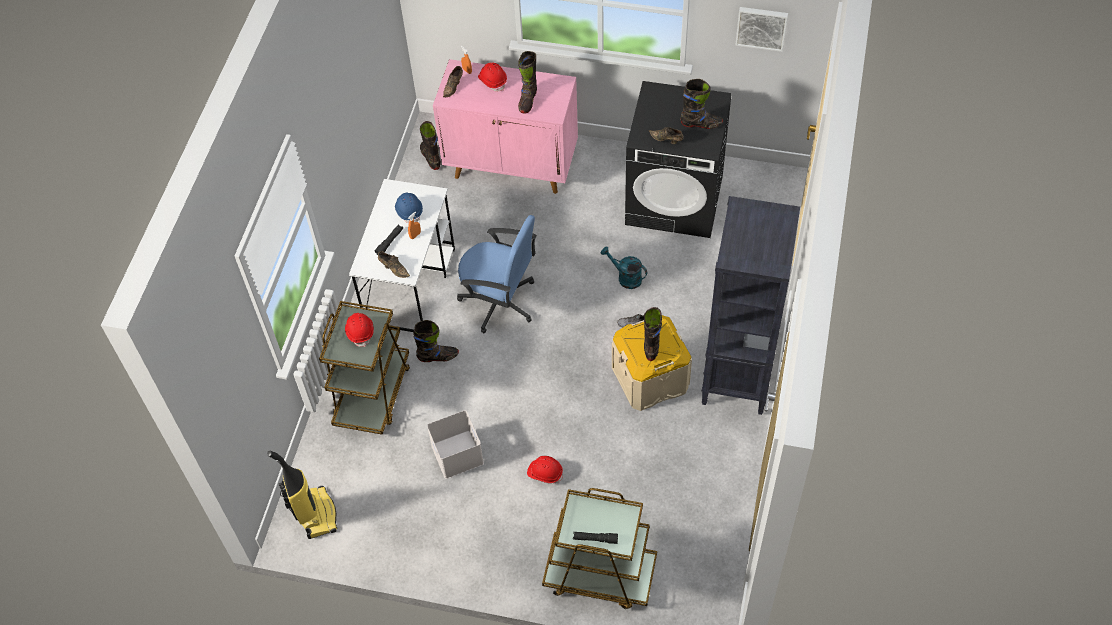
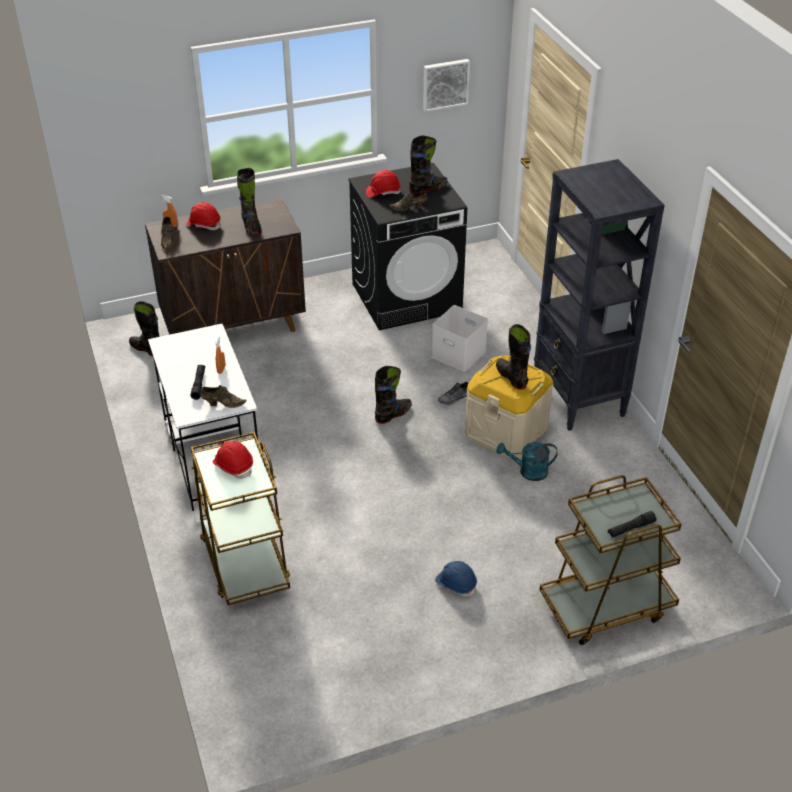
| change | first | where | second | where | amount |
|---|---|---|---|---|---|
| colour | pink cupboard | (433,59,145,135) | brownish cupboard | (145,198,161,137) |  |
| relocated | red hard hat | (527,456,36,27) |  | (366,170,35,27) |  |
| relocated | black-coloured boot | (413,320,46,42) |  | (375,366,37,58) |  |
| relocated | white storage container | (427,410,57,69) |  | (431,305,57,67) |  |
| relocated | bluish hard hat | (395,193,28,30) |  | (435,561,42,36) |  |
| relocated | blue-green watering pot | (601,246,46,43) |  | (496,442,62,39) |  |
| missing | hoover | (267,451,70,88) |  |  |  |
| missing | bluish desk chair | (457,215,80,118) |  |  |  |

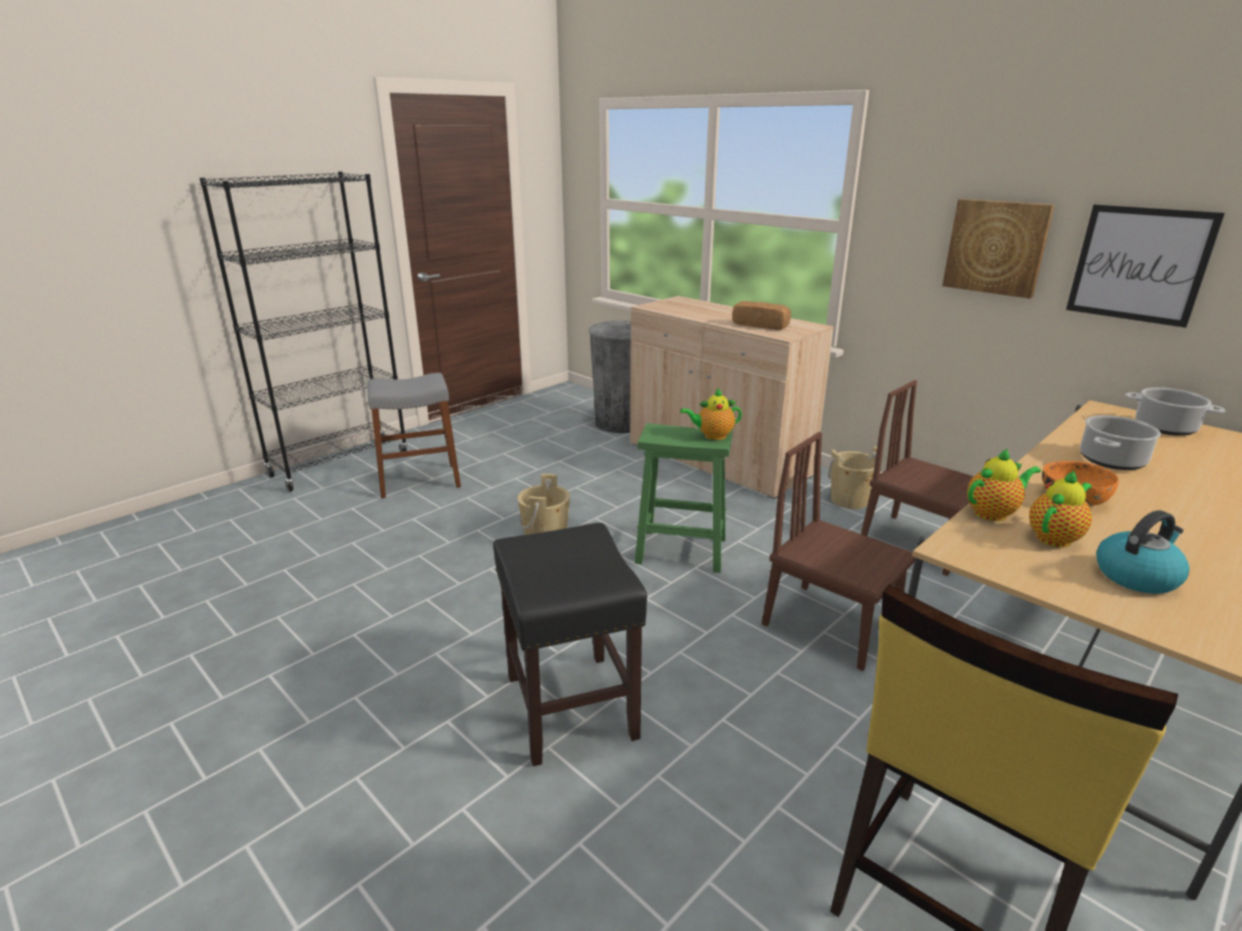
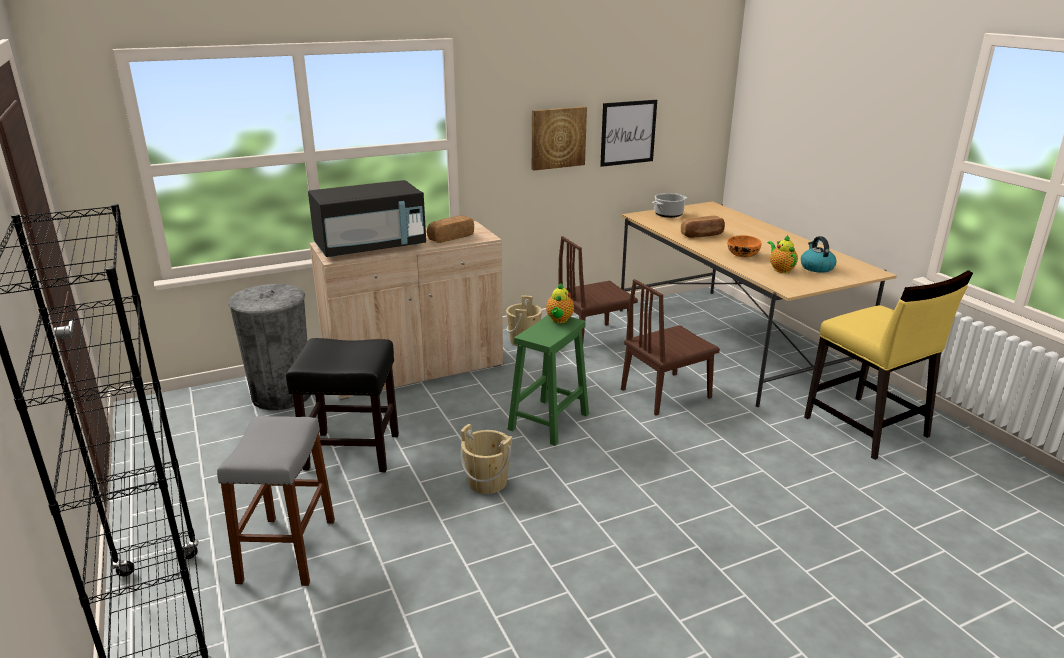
| change | first | where | second | where | amount |
|---|---|---|---|---|---|
| relocated | black-coloured sitting stool | (493,523,154,243) |  | (286,338,113,134) |  |
| appeared |  |  | black-coloured microwave | (308,180,118,77) |  |
| exchanged | stockpot | (1080,415,81,55) | bread | (681,215,44,23) |  |
| missing | teapot | (967,449,74,72) |  |  |  |

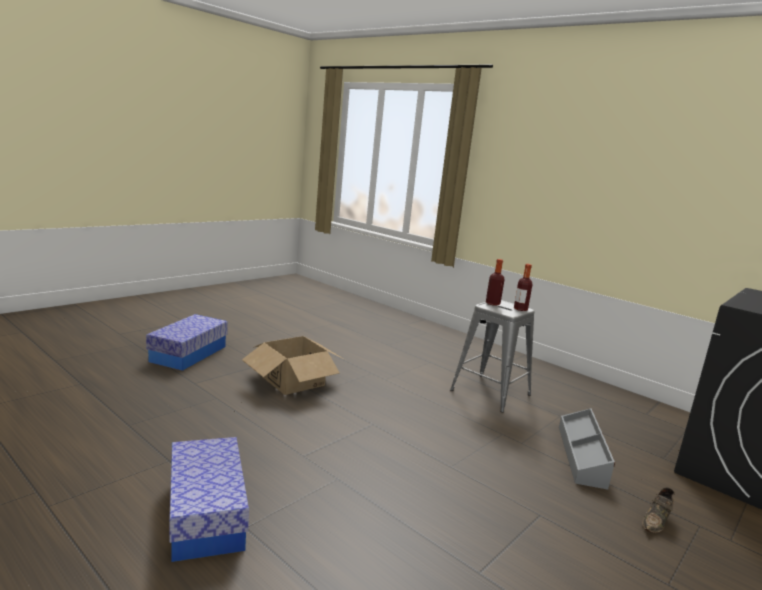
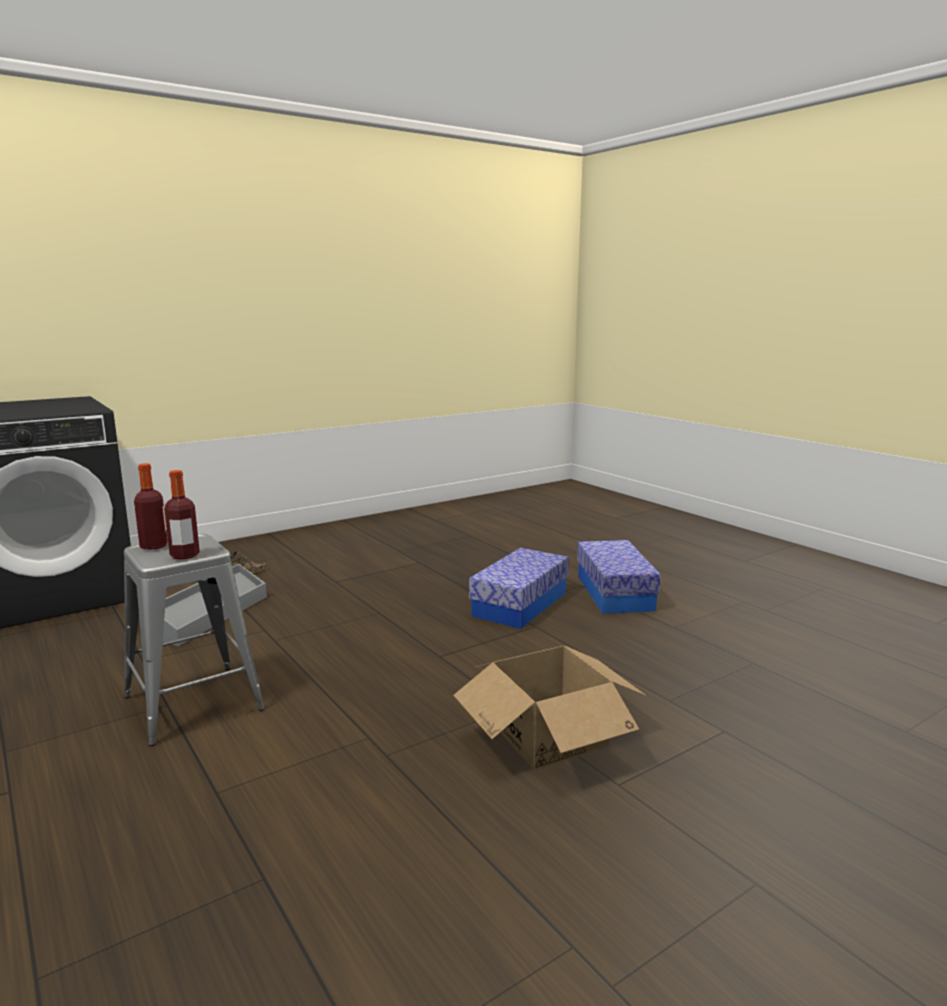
| change | first | where | second | where | amount |
|---|---|---|---|---|---|
| relocated | storage container | (146,314,82,57) |  | (469,548,100,81) |  |

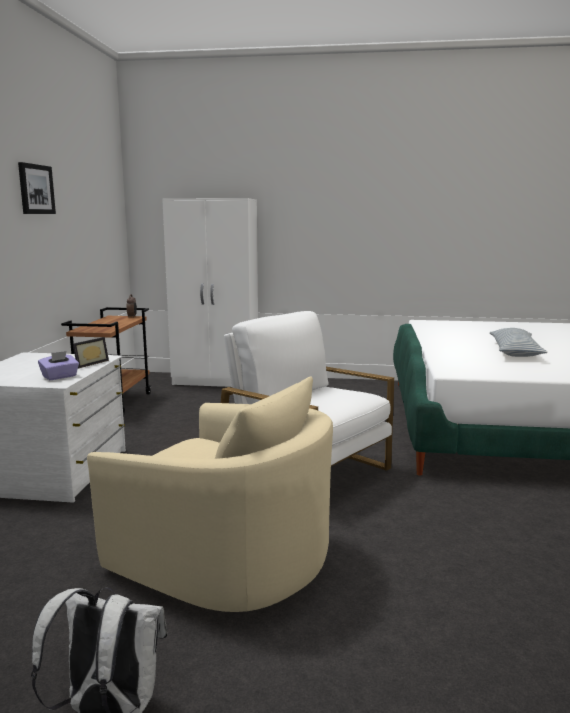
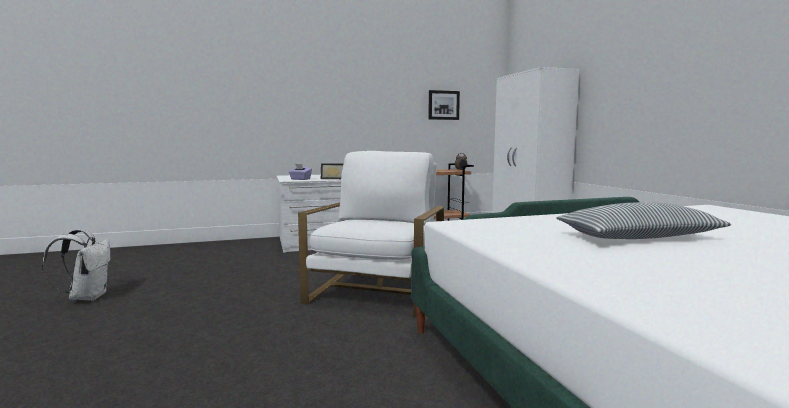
| change | first | where | second | where | amount |
|---|---|---|---|---|---|
| relocated | wall picture | (18,162,38,52) |  | (428,90,32,30) |  |
| missing | beige armchair | (87,377,246,235) |  |  |  |

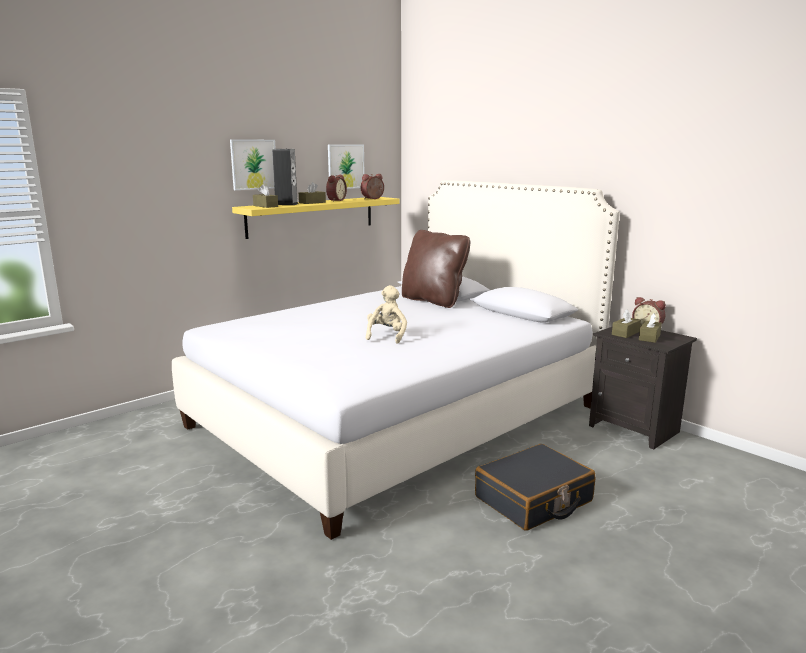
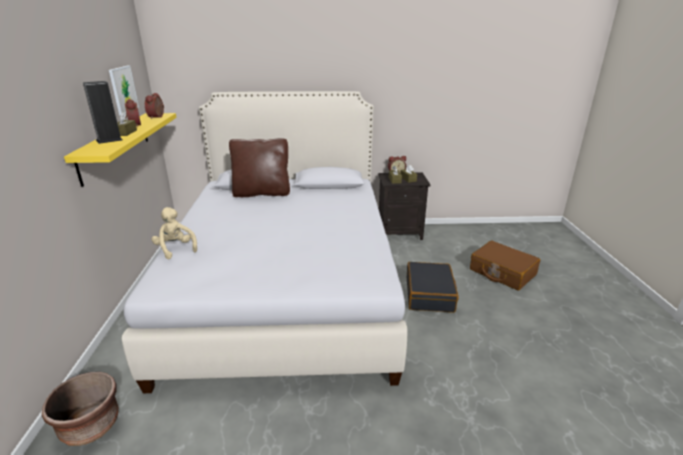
| change | first | where | second | where | amount |
|---|---|---|---|---|---|
| appeared |  |  | brownish flower pot | (42,372,76,74) |  |
| relocated | beige soft toy | (366,285,41,59) |  | (152,207,45,52) |  |
| appeared |  |  | brownish travel case | (470,241,70,50) |  |
| missing | wall picture | (230,139,46,51) |  |  |  |
| missing | brownish tissue holder | (253,184,25,24) |  |  |  |

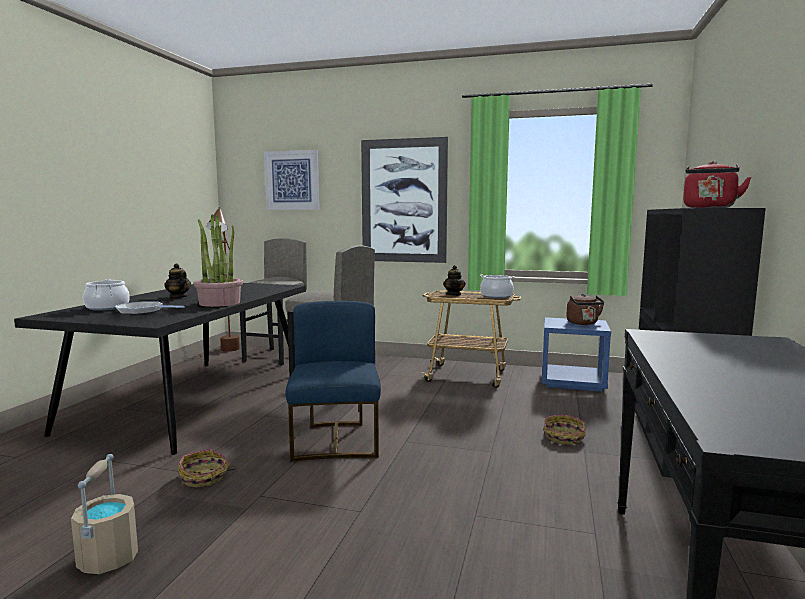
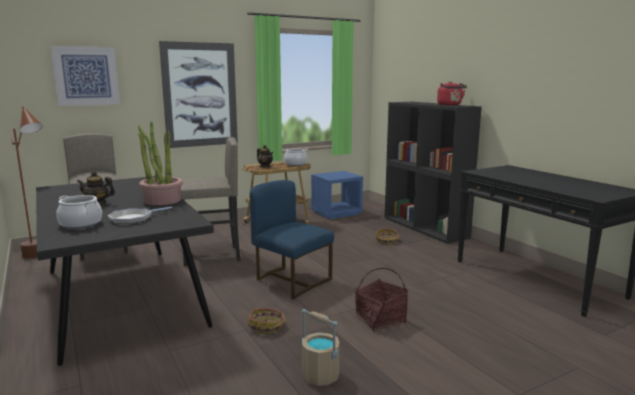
| change | first | where | second | where | amount |
|---|---|---|---|---|---|
| appeared |  |  | household basket | (355,268,53,63) |  |
| missing | brownish water kettle | (566,294,38,31) |  |  |  |

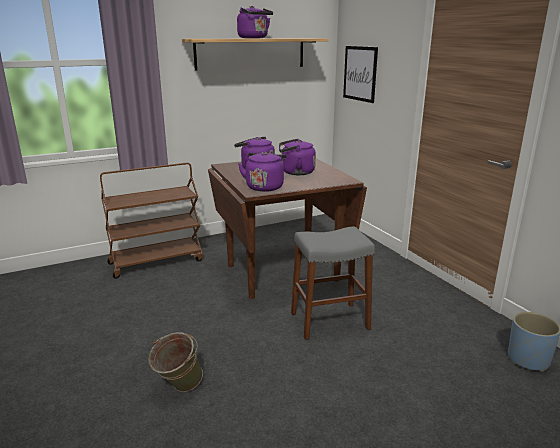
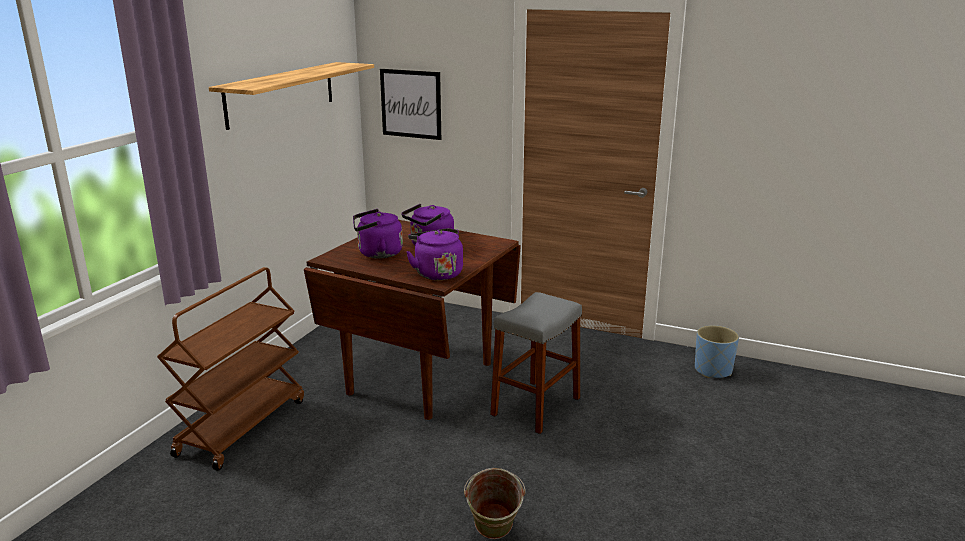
| change | first | where | second | where | amount |
|---|---|---|---|---|---|
| missing | purple water kettle | (237,6,36,33) |  |  |  |

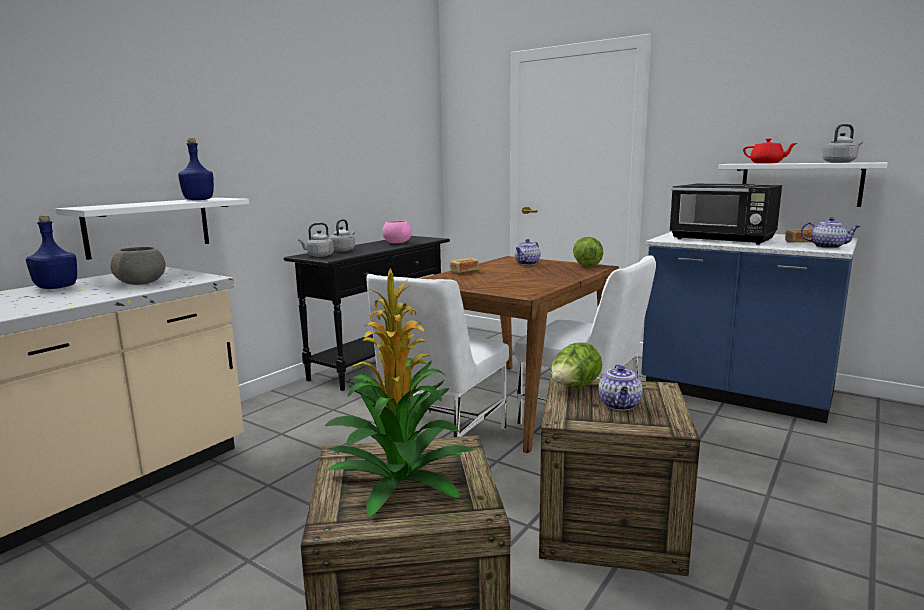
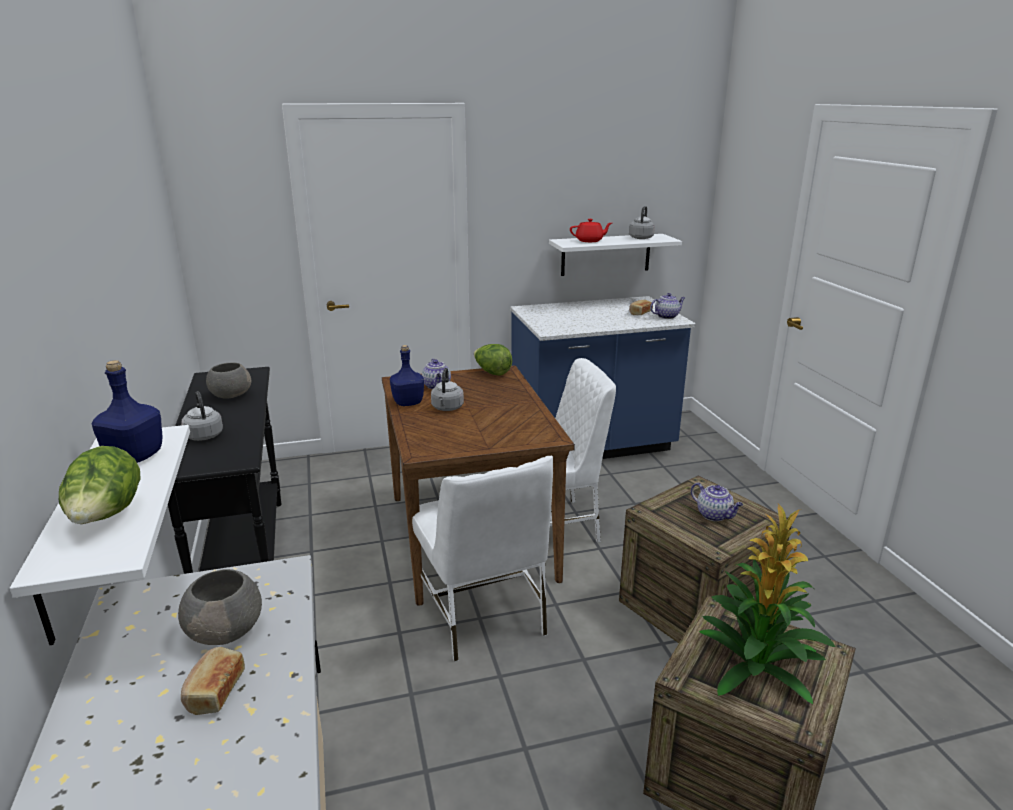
| change | first | where | second | where | amount |
|---|---|---|---|---|---|
| relocated | lettuce | (551,342,51,45) |  | (59,446,82,78) |  |
| relocated | bread | (450,258,29,15) |  | (181,647,64,68) |  |
| colour | pink deep dish | (382,221,30,22) | grey deep dish | (206,363,46,36) |  |
| relocated | bluish beverage bottle | (26,216,51,73) |  | (390,345,34,61) |  |
| relocated | grey water kettle | (298,223,36,34) |  | (431,368,33,43) |  |
| missing | black-coloured microwave | (669,184,113,61) |  |  |  |

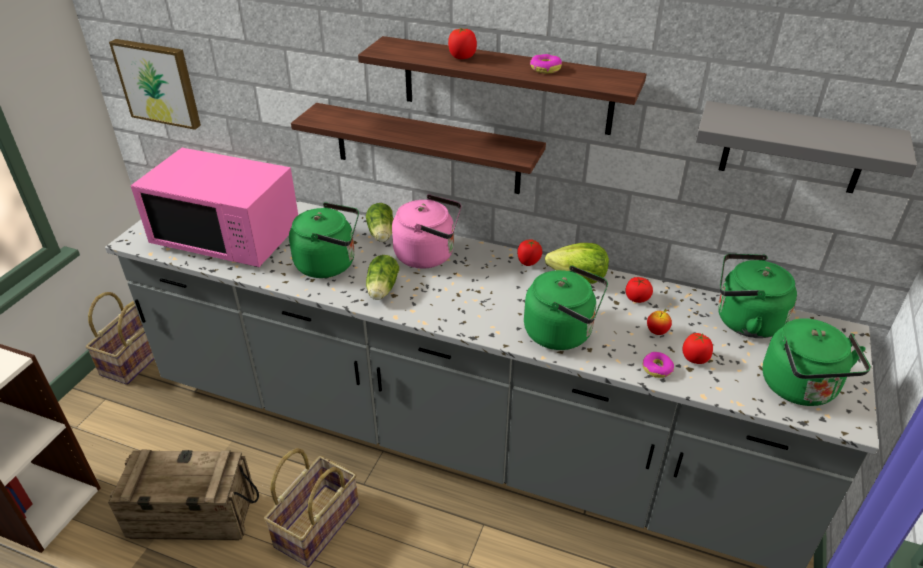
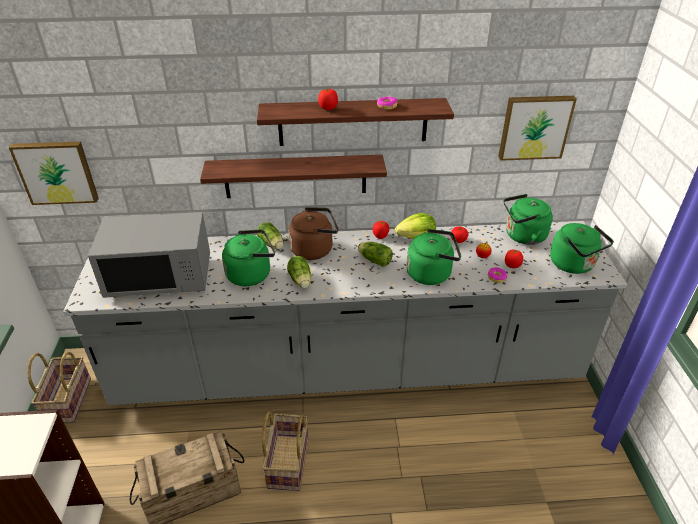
| change | first | where | second | where | amount |
|---|---|---|---|---|---|
| colour | pink microwave | (131,148,167,119) | grey microwave | (88,212,122,86) |  |
| colour | pink water kettle | (392,194,69,74) | brownish water kettle | (288,207,51,53) |  |
| appeared |  |  | lettuce | (358,242,35,25) |  |
| exchanged | grey wall shelf | (696,101,221,92) | wall picture | (498,96,79,65) |  |

